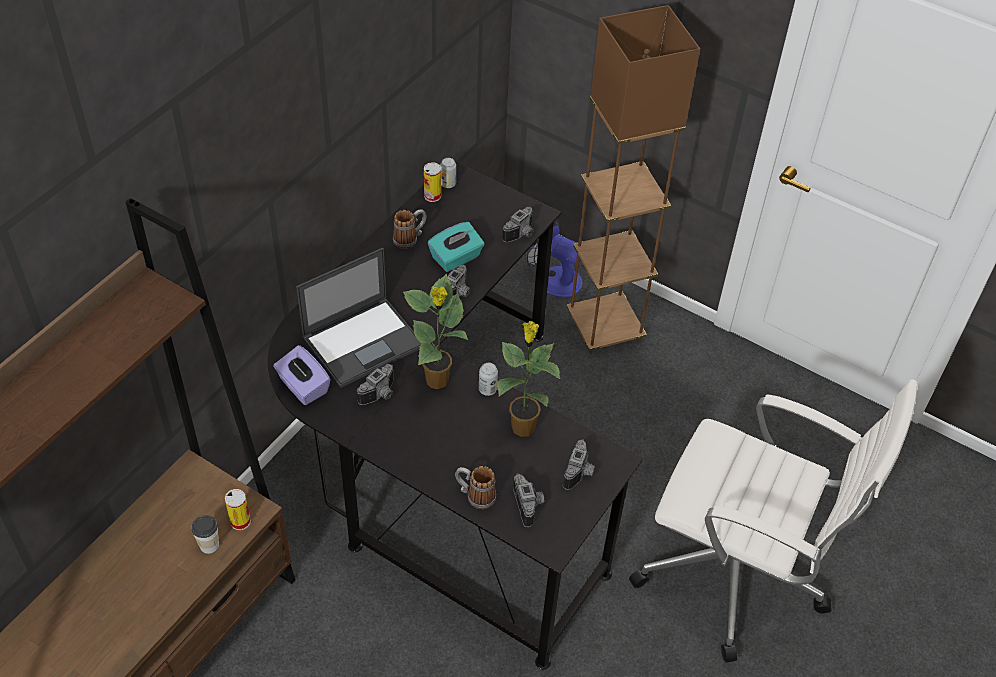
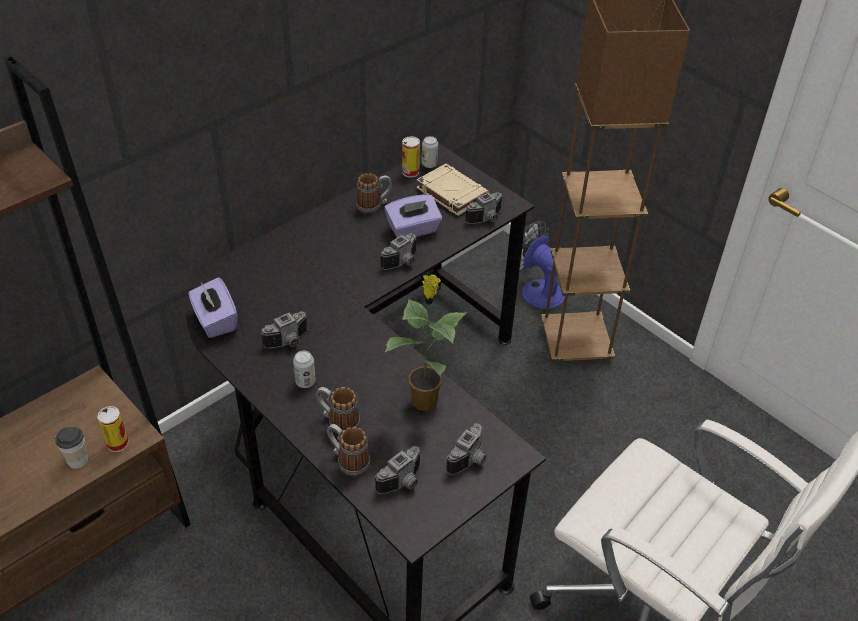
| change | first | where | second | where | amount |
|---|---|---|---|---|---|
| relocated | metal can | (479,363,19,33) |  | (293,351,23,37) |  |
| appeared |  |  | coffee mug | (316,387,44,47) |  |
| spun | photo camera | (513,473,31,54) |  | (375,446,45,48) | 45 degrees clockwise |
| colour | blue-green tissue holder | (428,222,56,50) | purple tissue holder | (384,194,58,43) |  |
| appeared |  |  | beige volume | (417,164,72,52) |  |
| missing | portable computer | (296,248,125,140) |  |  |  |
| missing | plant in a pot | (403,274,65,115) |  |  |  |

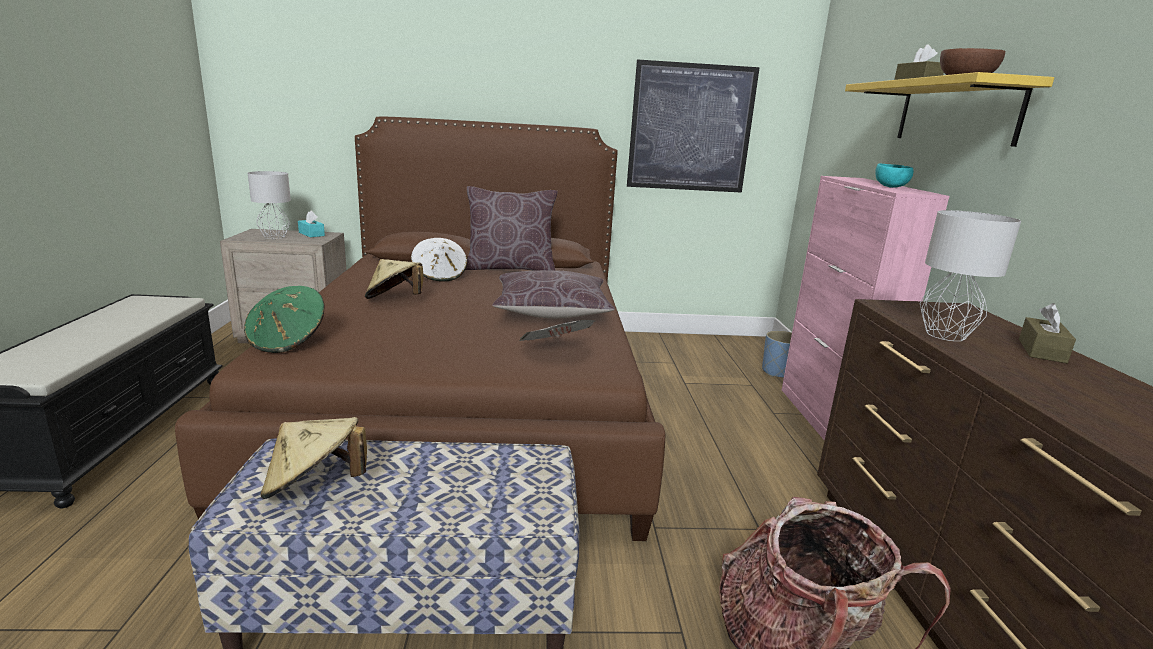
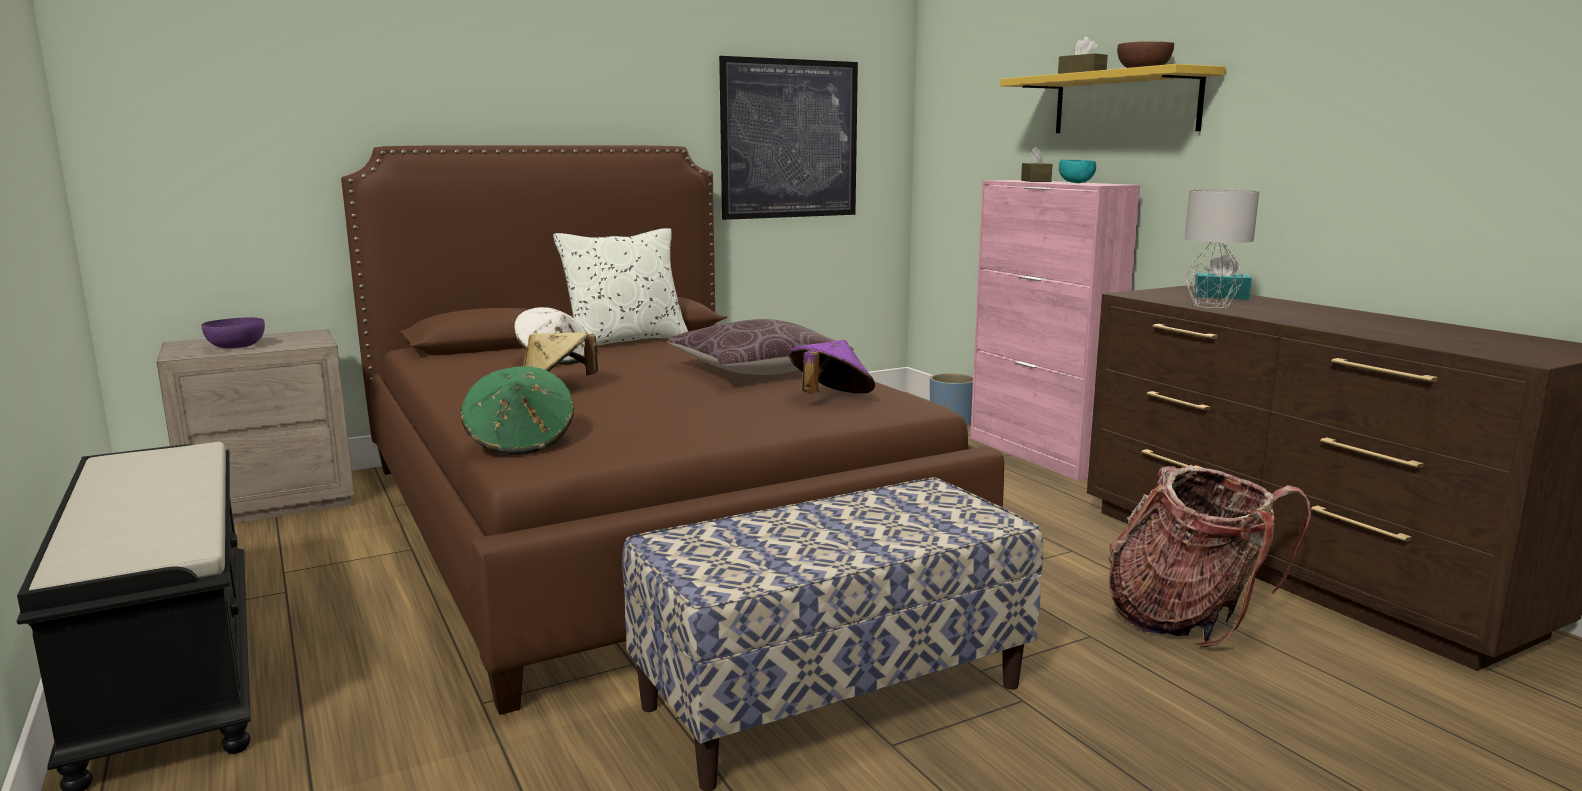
| change | first | where | second | where | amount |
|---|---|---|---|---|---|
| exchanged | grey tabletop lamp | (248,171,43,68) | purple deep dish | (201,317,64,31) |  |
| colour | brownish pillow | (465,186,93,85) | white pillow | (553,228,135,118) |  |
| exchanged | daily paper | (519,320,76,21) | purple wearable hat | (789,340,86,54) |  |
| relocated | brownish tissue holder | (1019,303,57,60) |  | (1021,146,32,36) |  |
| relocated | blue-green tissue holder | (298,211,27,26) |  | (1195,254,57,46) |  |
| missing | beige wearable hat | (261,417,106,82) |  |  |  |

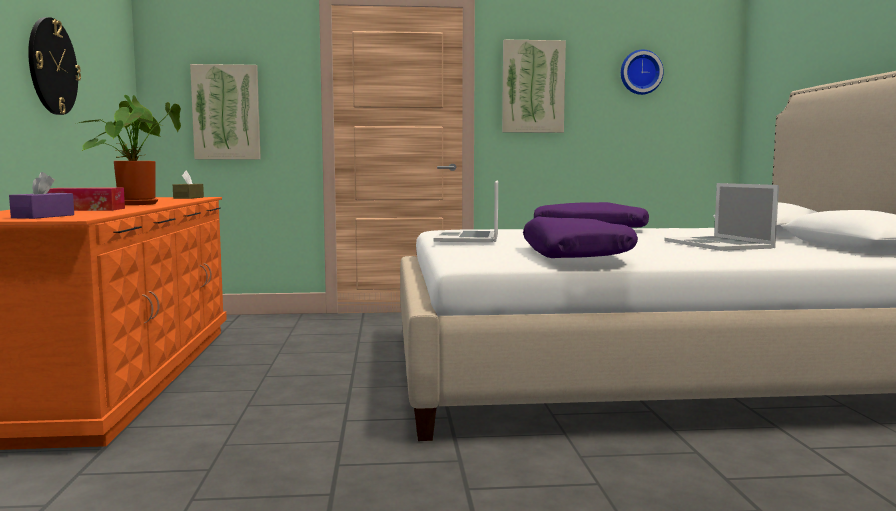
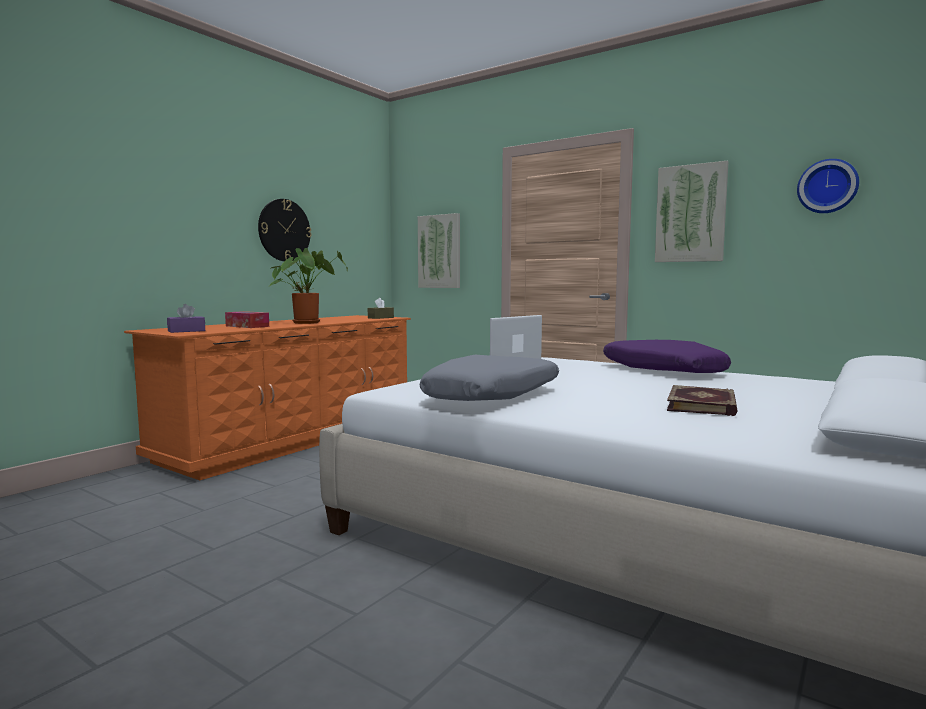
| change | first | where | second | where | amount |
|---|---|---|---|---|---|
| colour | purple pillow | (523,216,115,42) | grey pillow | (420,355,139,46) |  |
| exchanged | portable computer | (665,183,114,68) | volume | (667,385,71,31) |  |

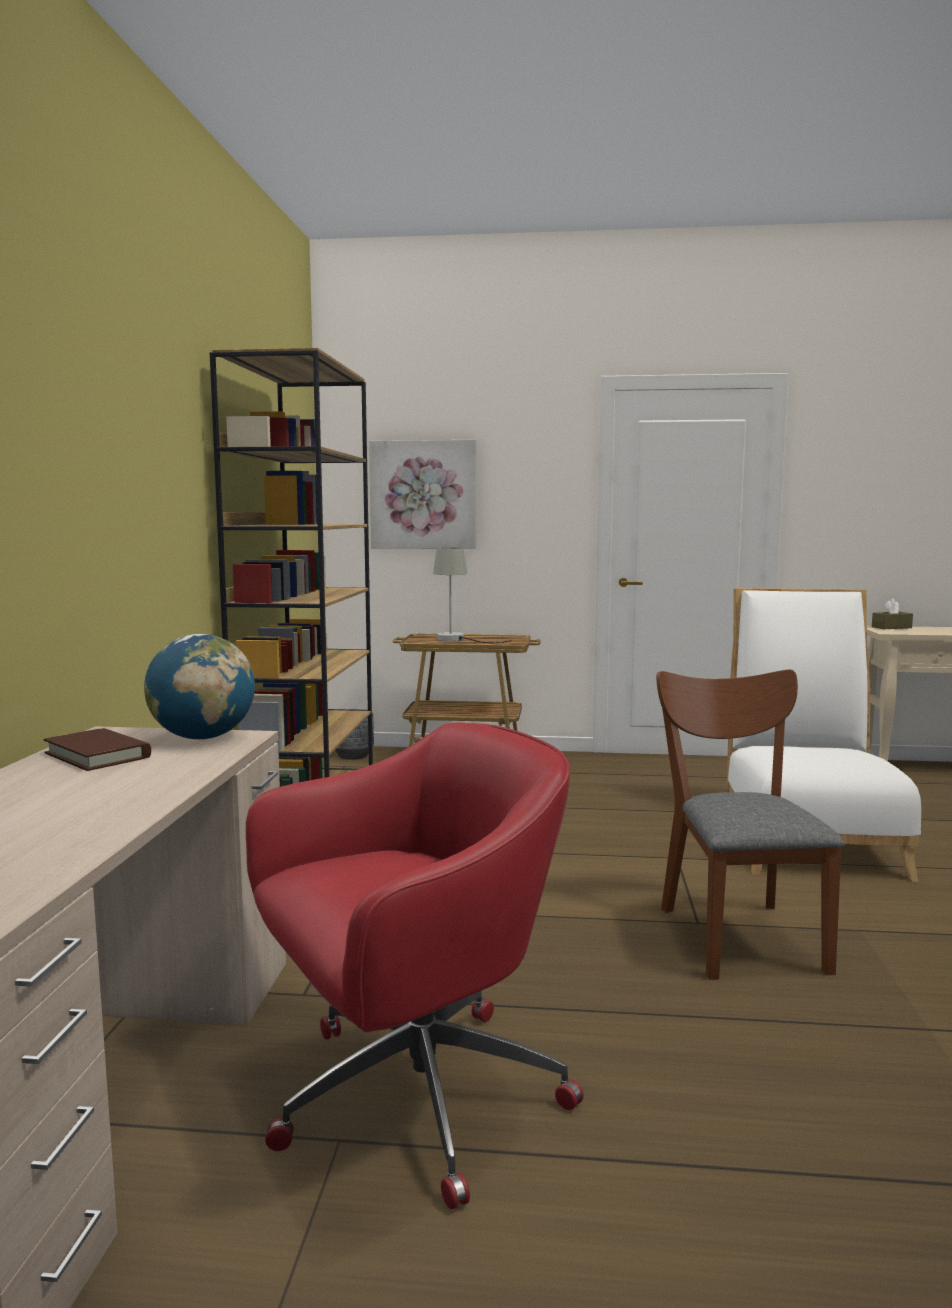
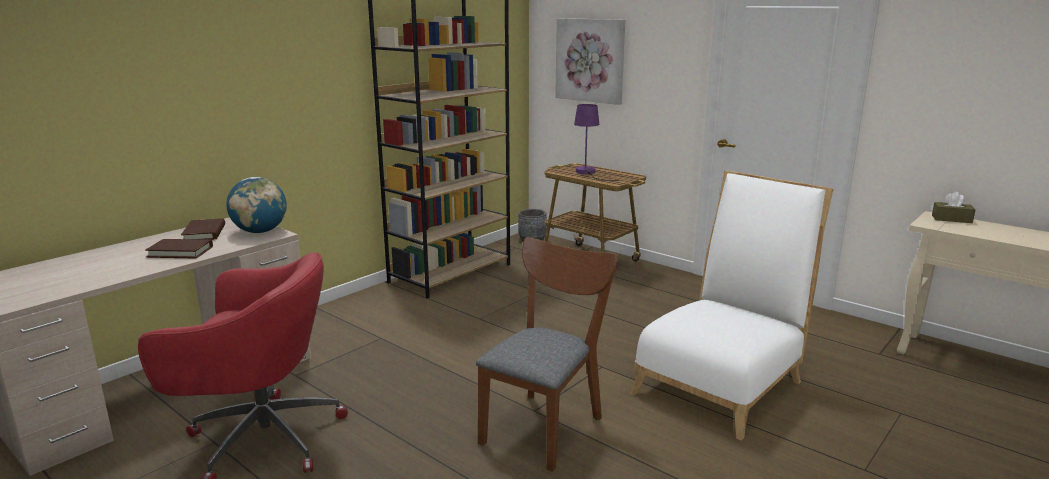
| change | first | where | second | where | amount |
|---|---|---|---|---|---|
| appeared |  |  | brownish volume | (145,239,68,19) |  |
| colour | grey tabletop lamp | (433,548,79,95) | purple tabletop lamp | (574,104,45,77) |  |

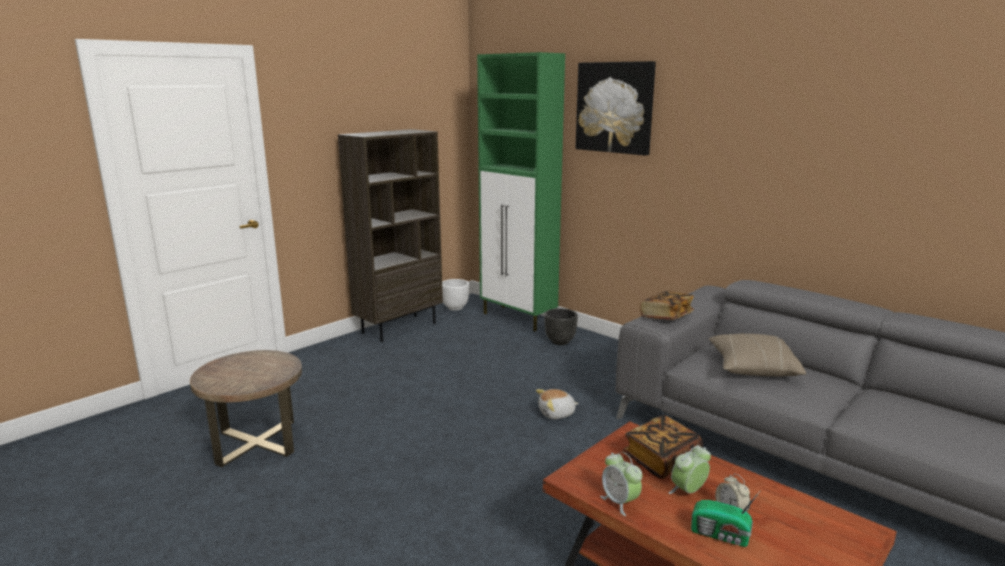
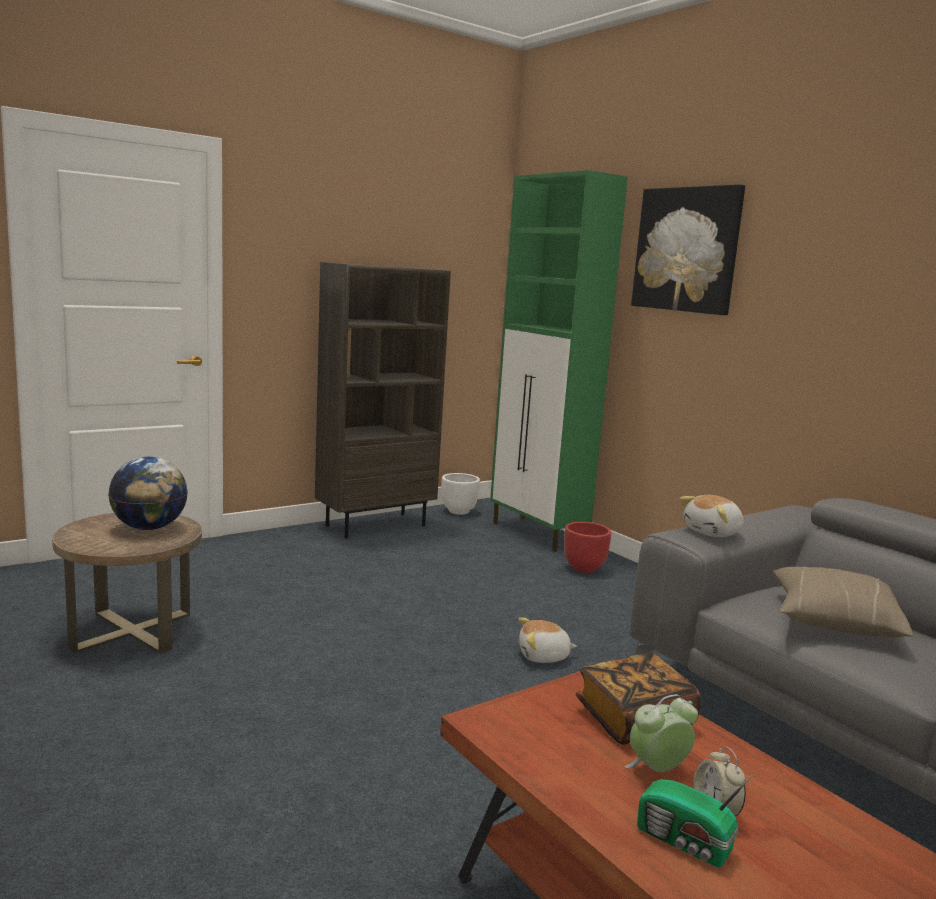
| change | first | where | second | where | amount |
|---|---|---|---|---|---|
| appeared |  |  | desk globe | (108,457,80,73) |  |
| colour | black-coloured flower pot | (544,308,34,37) | red flower pot | (564,522,47,51) |  |
| exchanged | volume | (640,291,54,29) | soft toy | (679,495,65,42) |  |
| missing | bedside clock | (600,452,42,64) |  |  |  |

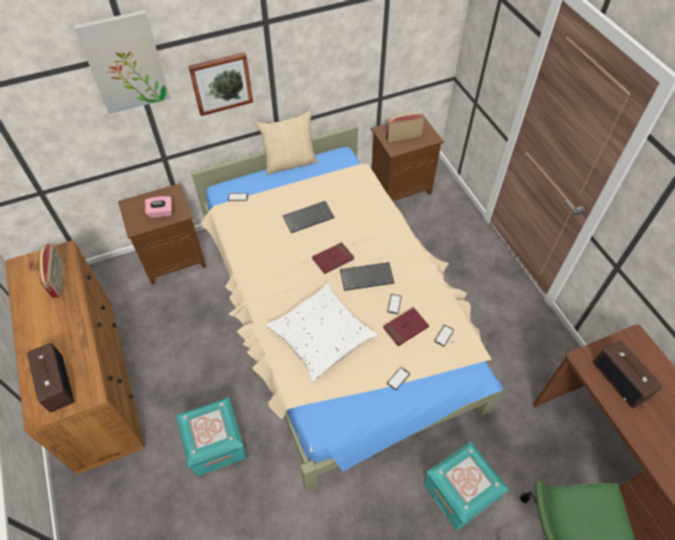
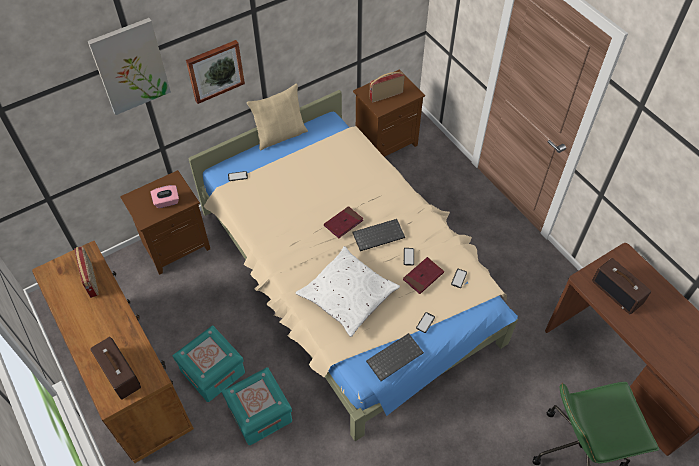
| change | first | where | second | where | amount |
|---|---|---|---|---|---|
| relocated | blue-green storage container | (424,442,84,88) |  | (173,326,72,76) |  |
| relocated | keyboard | (282,201,53,32) |  | (366,333,58,48) |  |

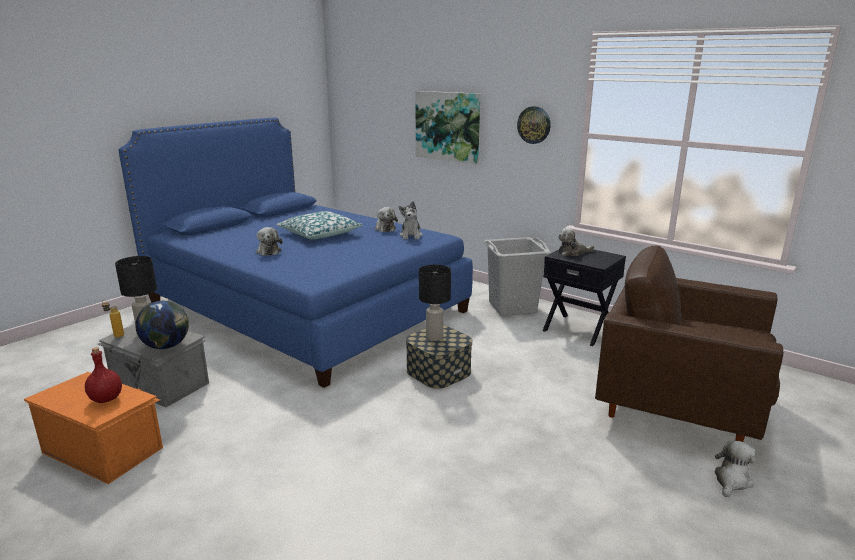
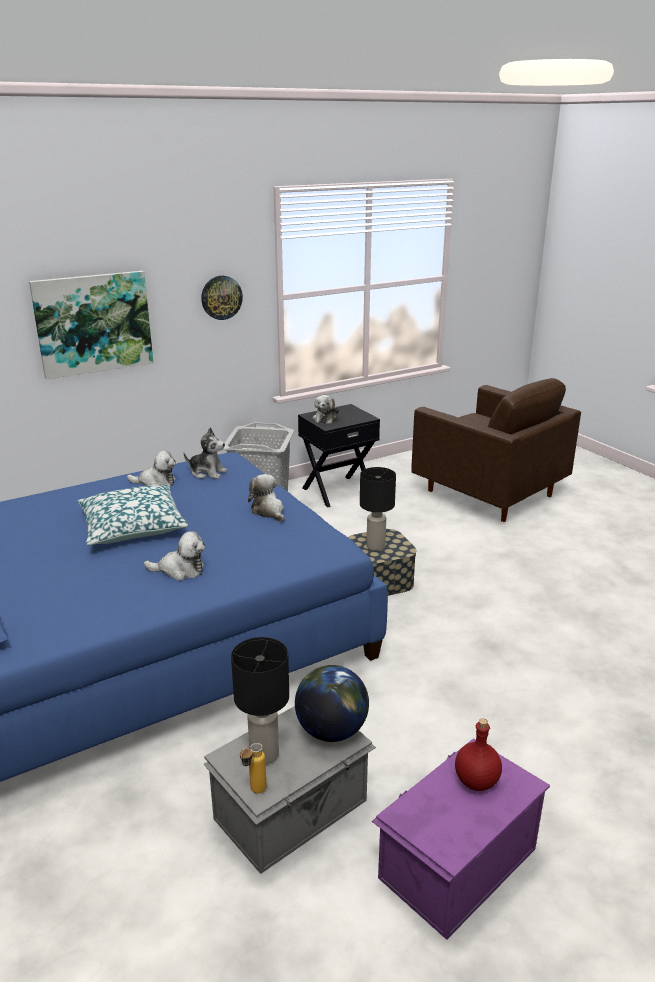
| change | first | where | second | where | amount |
|---|---|---|---|---|---|
| relocated | soft toy | (715,440,41,57) |  | (248,474,37,48) |  |
| colour | orange-coloured storage container | (24,372,139,112) | purple storage container | (372,738,178,202) |  |
| spun | brownish armchair | (595,246,188,196) |  | (411,378,170,144) | 90 degrees counterclockwise |

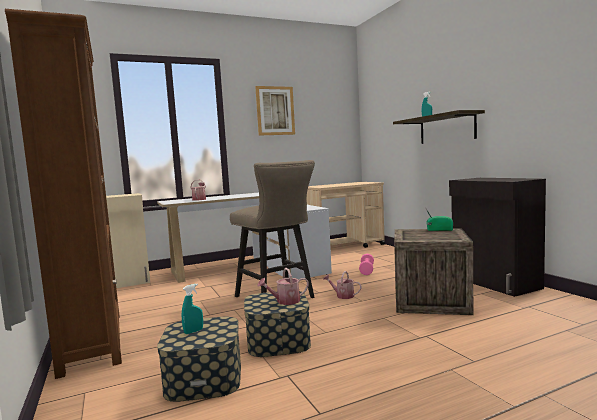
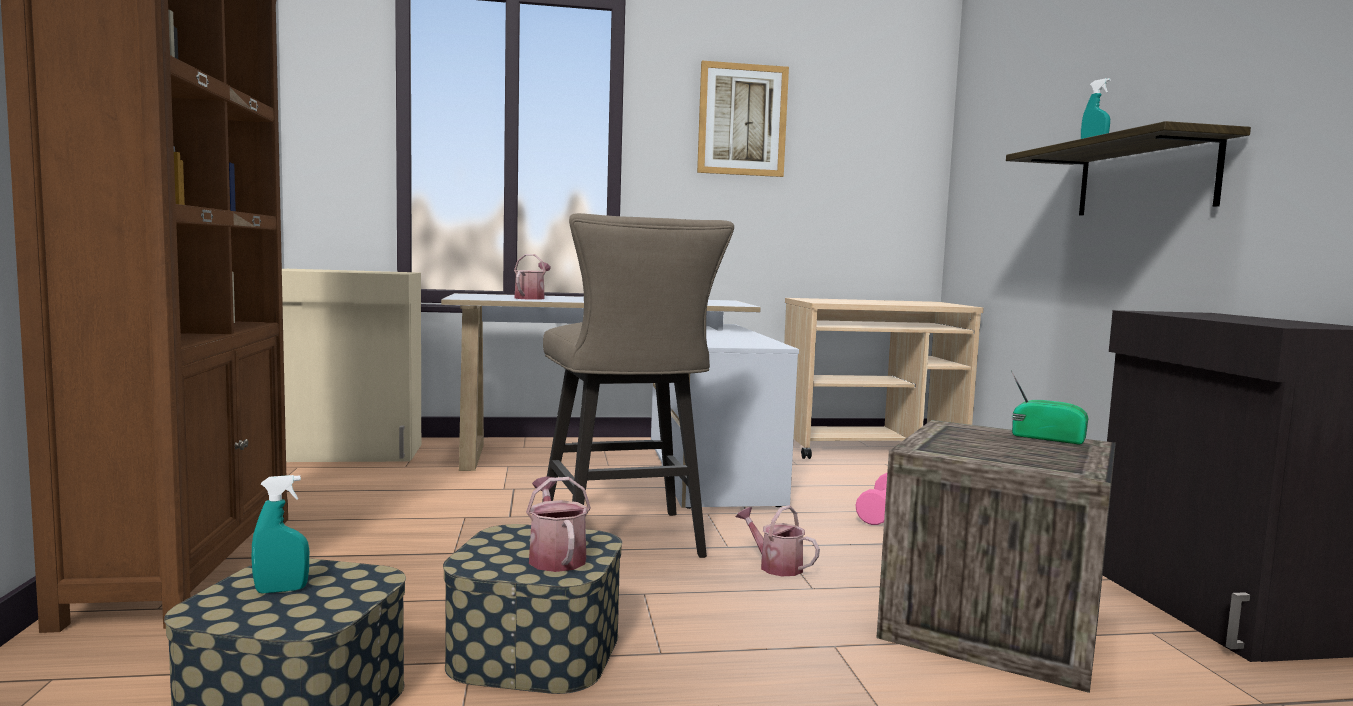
| change | first | where | second | where | amount |
|---|---|---|---|---|---|
| spun | watering pot | (258,268,51,37) |  | (526,476,65,96) | 75 degrees clockwise |

